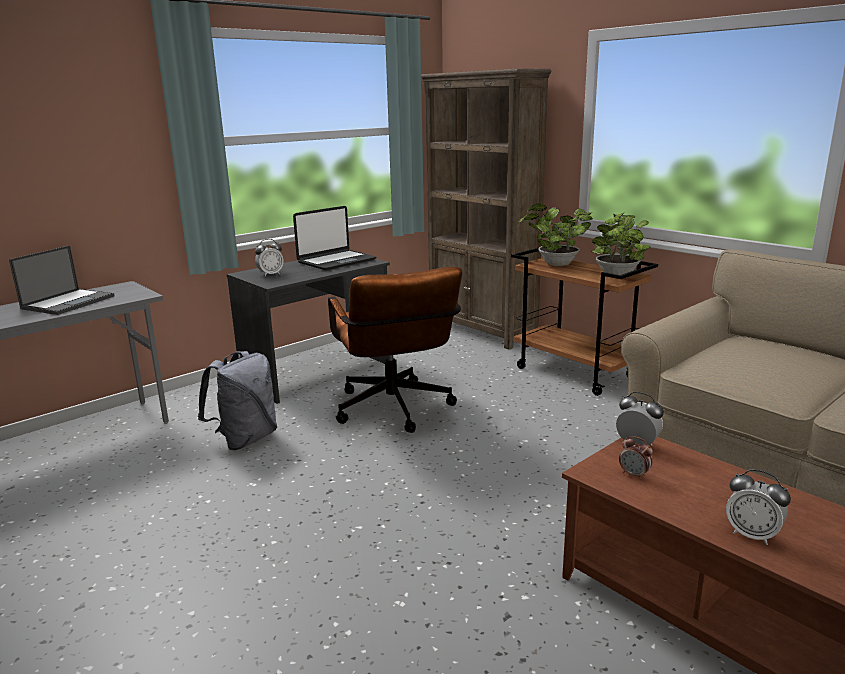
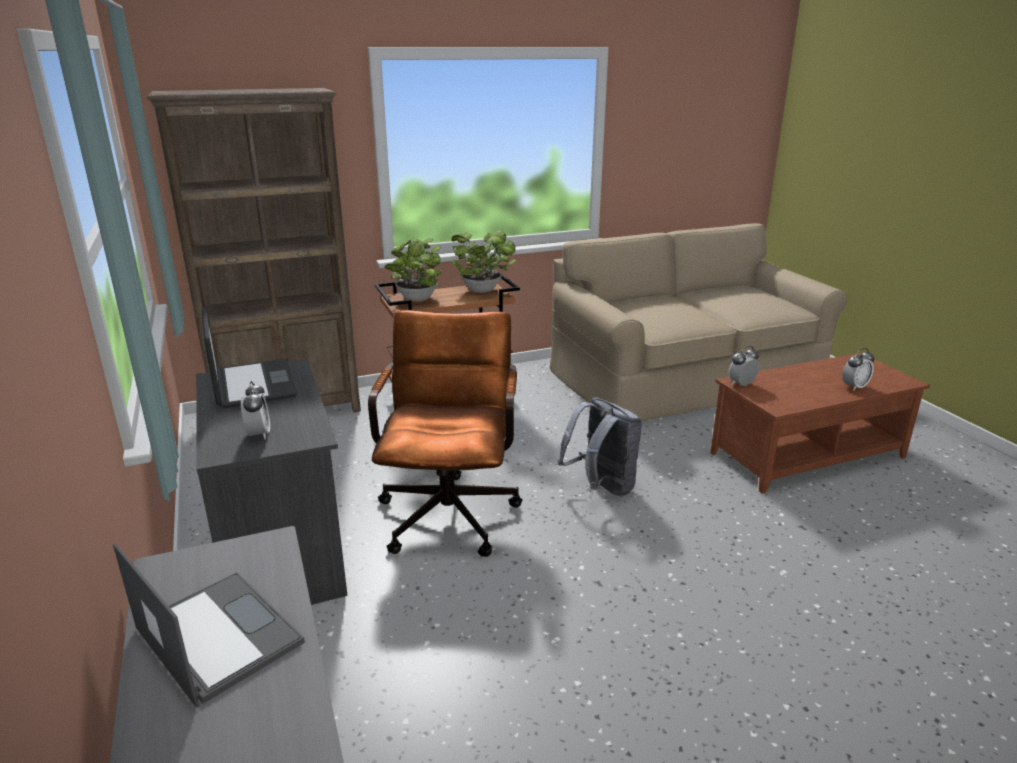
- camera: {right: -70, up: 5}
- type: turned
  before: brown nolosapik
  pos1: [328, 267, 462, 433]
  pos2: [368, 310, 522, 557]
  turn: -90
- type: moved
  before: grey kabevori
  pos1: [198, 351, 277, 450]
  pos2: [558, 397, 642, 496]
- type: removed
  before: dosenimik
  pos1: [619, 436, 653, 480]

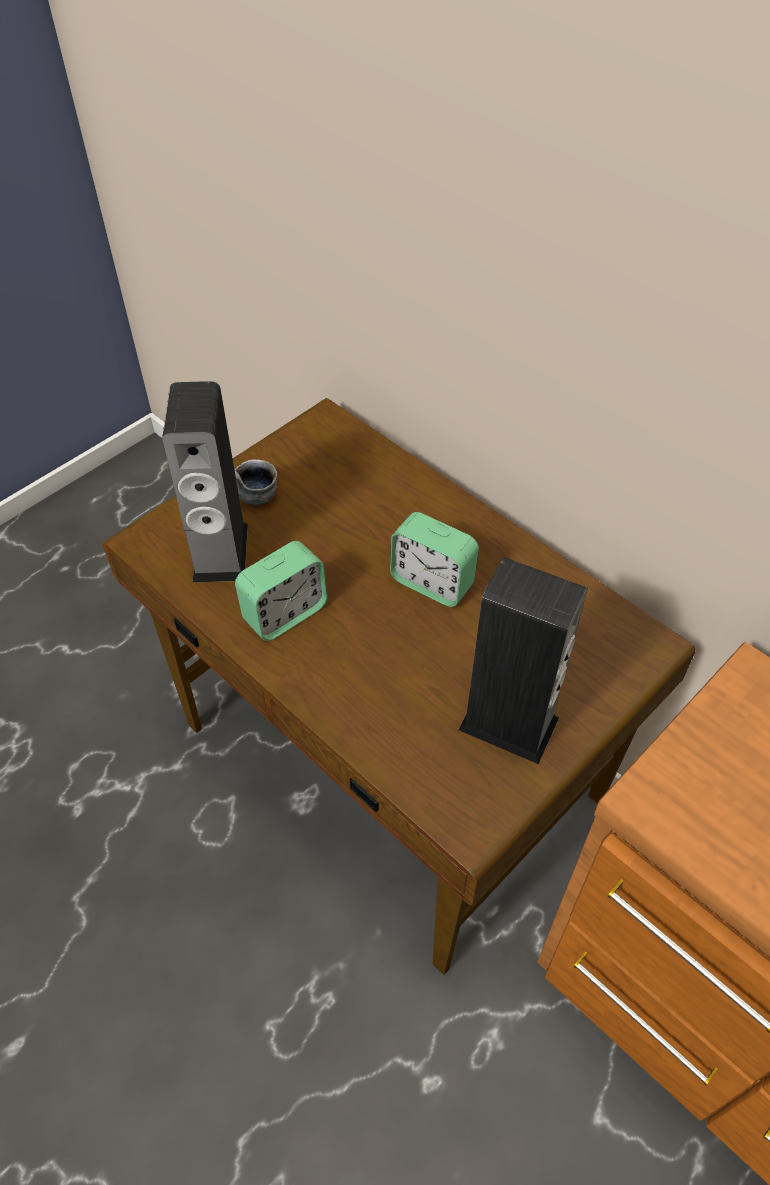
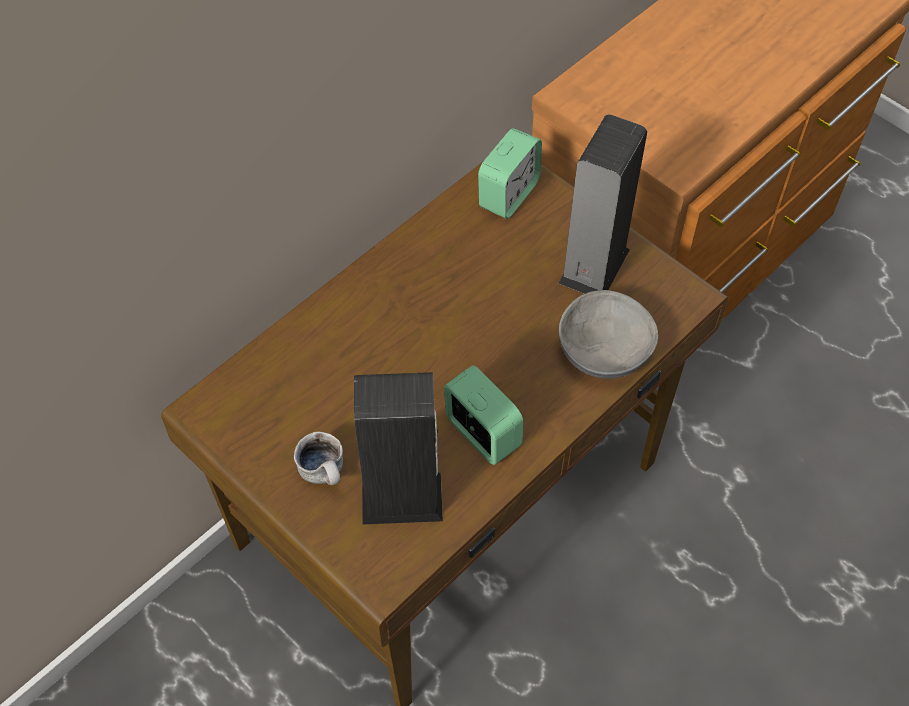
- camera: {right: -90, up: 5}
- type: moved
  before: dosenimik
  pos1: [390, 512, 479, 607]
  pos2: [478, 128, 542, 219]
- type: added
  after: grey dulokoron
  pos2: [559, 290, 658, 379]

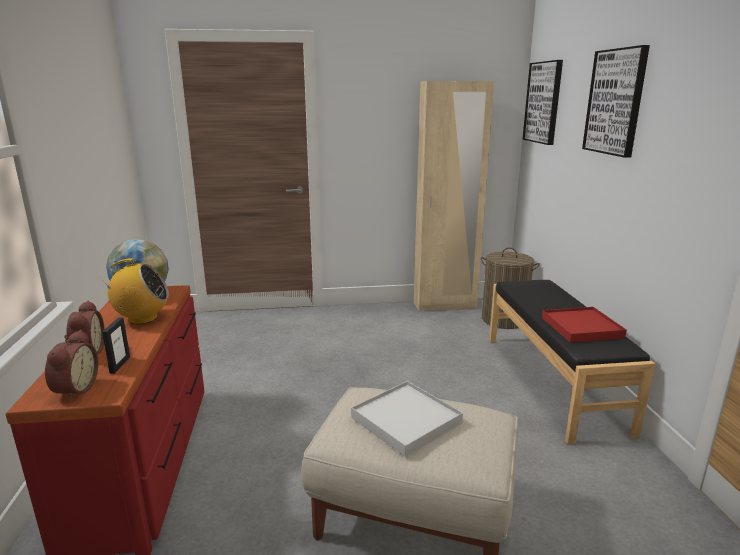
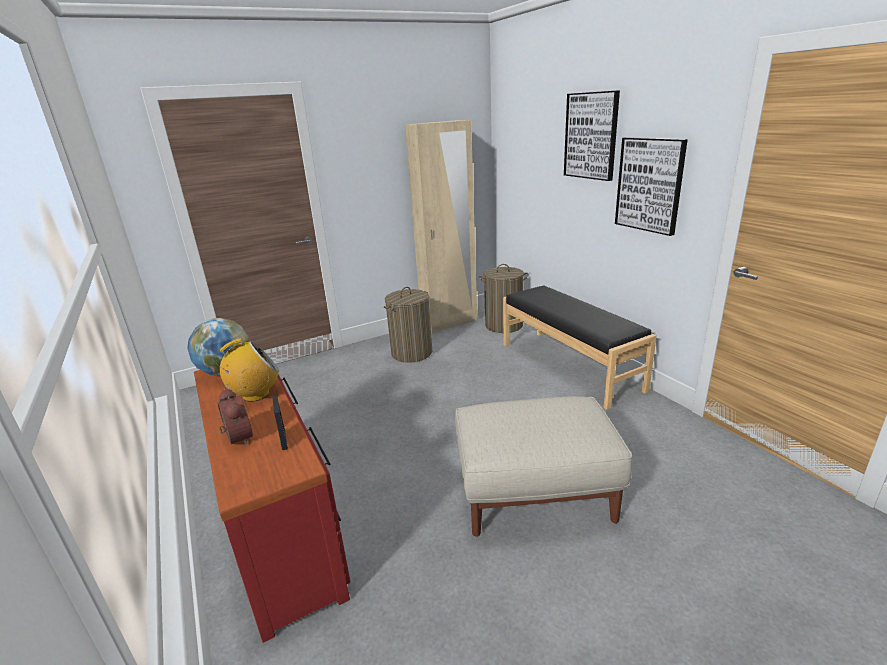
- camera: {right: -20, up: 5}
- type: moved
  before: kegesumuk
  pos1: [522, 60, 563, 145]
  pos2: [615, 137, 688, 236]
- type: removed
  before: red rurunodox
  pos1: [542, 307, 627, 342]
- type: removed
  before: dosenimik
  pos1: [45, 330, 98, 401]
- type: removed
  before: white rurunodox
  pos1: [351, 381, 463, 457]
- type: added
  after: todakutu
  pos2: [384, 287, 432, 363]

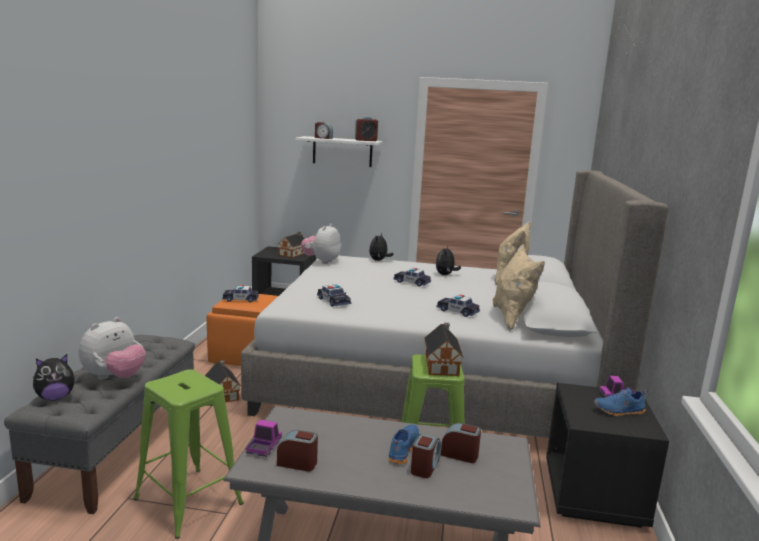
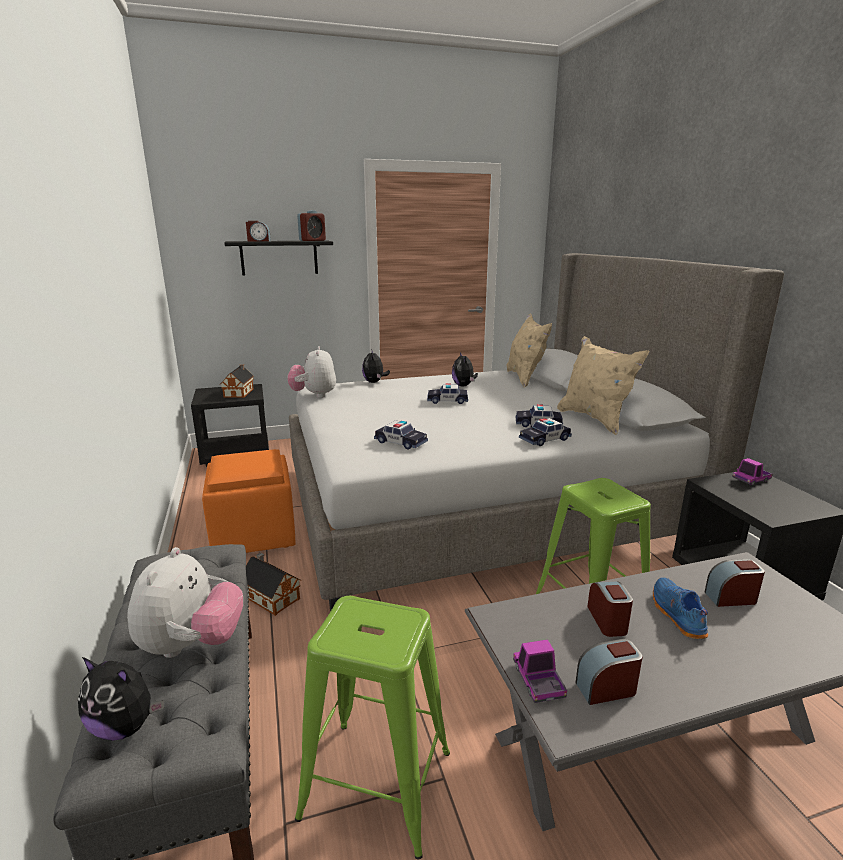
- camera: {right: -25, up: 5}
- type: recoloured
  before: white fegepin
  after: black fegepin
  pos1: [295, 136, 383, 167]
  pos2: [224, 241, 333, 275]
- type: moved
  before: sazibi
  pos1: [222, 285, 259, 303]
  pos2: [519, 418, 572, 446]
- type: removed
  before: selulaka
  pos1: [425, 323, 464, 376]
- type: turned
  before: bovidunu
  pos1: [33, 354, 77, 401]
  pos2: [78, 657, 164, 741]
  turn: 75
- type: removed
  before: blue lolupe
  pos1: [594, 388, 647, 416]
- type: moved
  before: dosenimik
  pos1: [411, 434, 441, 478]
  pos2: [587, 581, 633, 637]

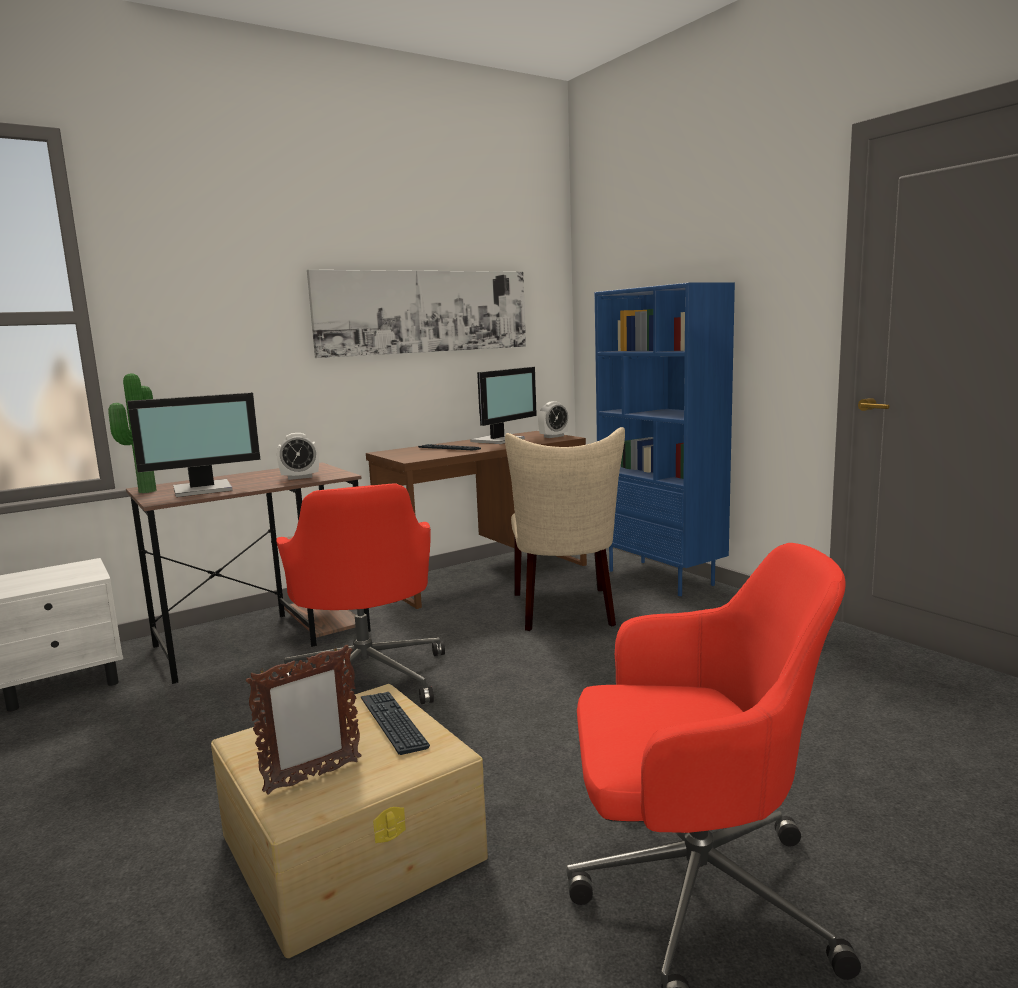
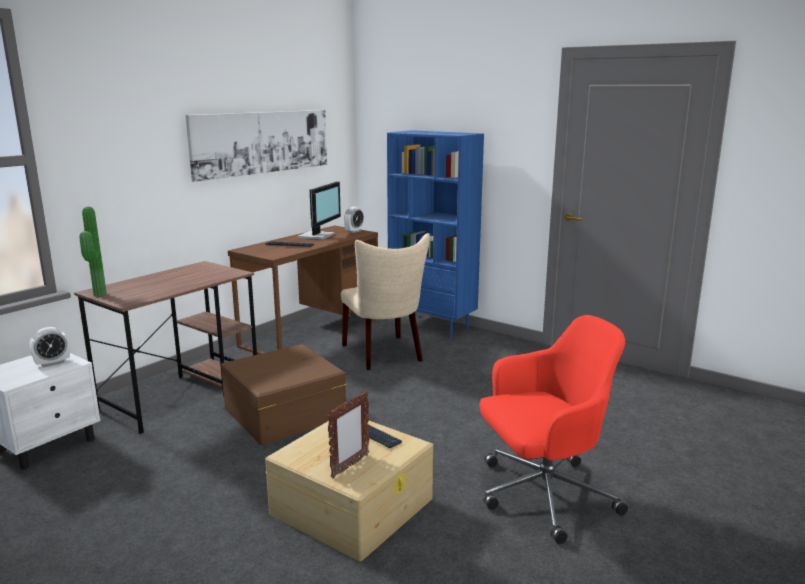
- camera: {right: -20, up: 5}
- type: removed
  before: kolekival
  pos1: [127, 392, 260, 497]
- type: moved
  before: dosenimik
  pos1: [277, 433, 319, 480]
  pos2: [29, 327, 70, 367]
- type: replaced
  before: red nolosapik
  after: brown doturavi
  pos1: [276, 483, 445, 704]
  pos2: [221, 344, 346, 445]

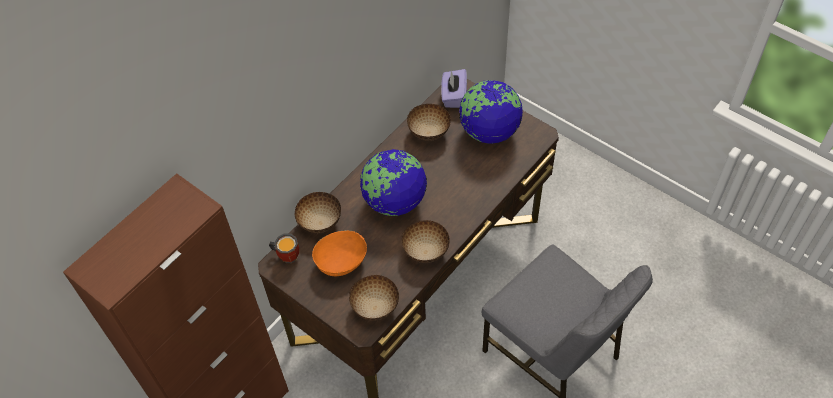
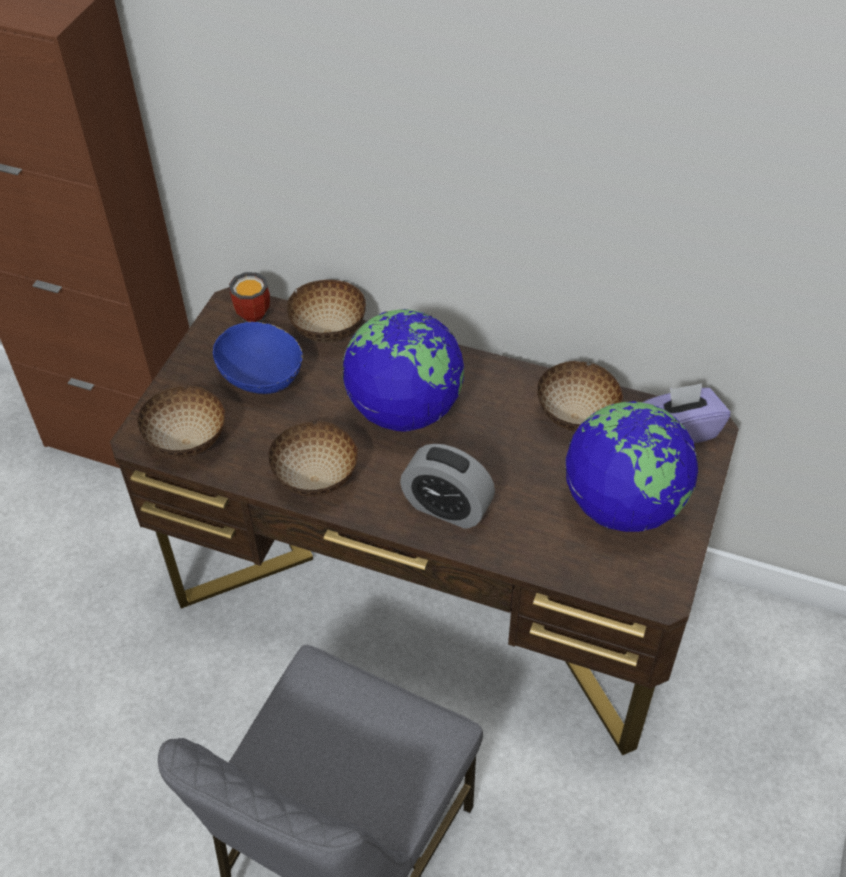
- camera: {right: 70, up: -5}
- type: recoloured
  before: orange dulokoron
  after: blue dulokoron
  pos1: [312, 230, 367, 276]
  pos2: [213, 322, 303, 394]
- type: added
  after: dosenimik
  pos2: [400, 444, 495, 529]

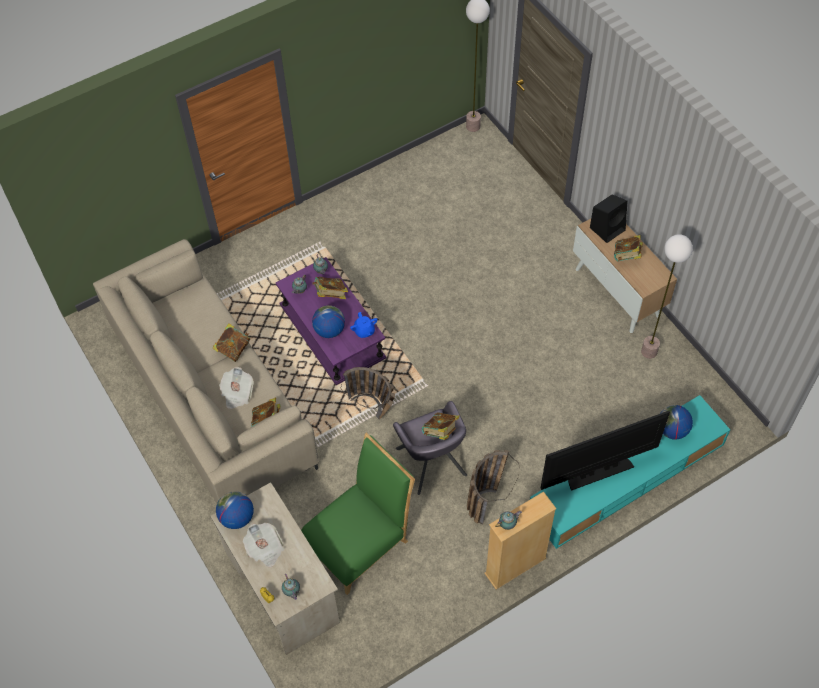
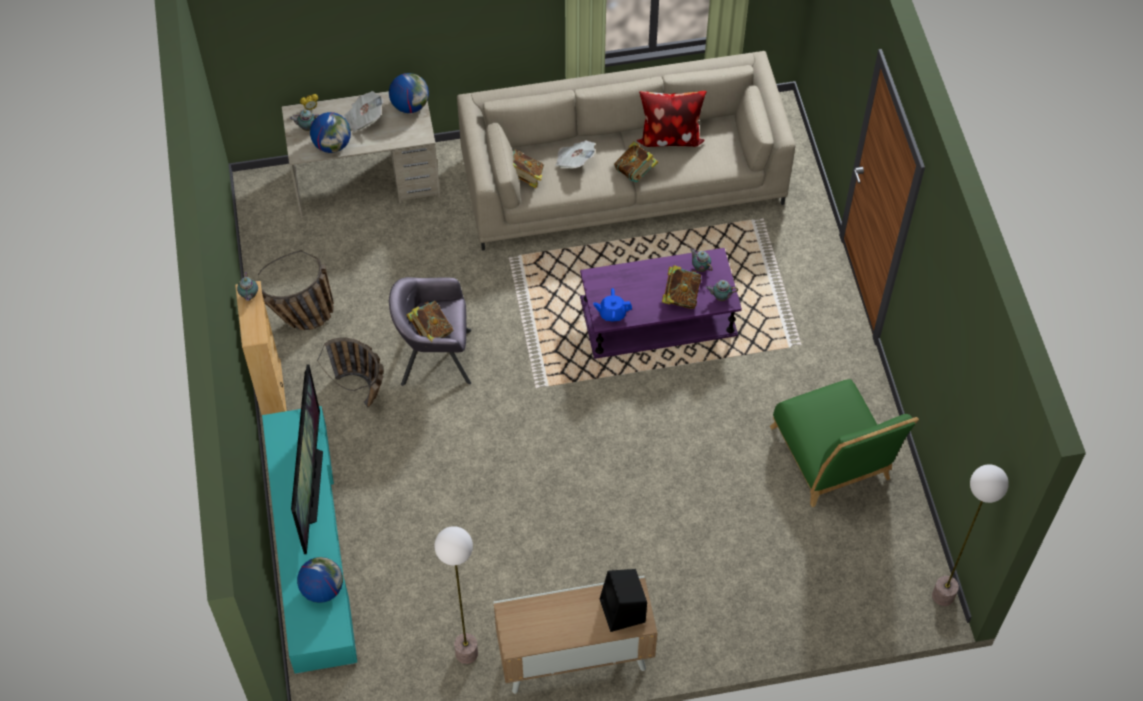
- camera: {right: 110, up: 0}
- type: removed
  before: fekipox
  pos1: [614, 235, 643, 261]
- type: moved
  before: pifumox
  pos1: [312, 305, 345, 338]
  pos2: [310, 112, 351, 153]
- type: moved
  before: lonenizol
  pos1: [341, 367, 395, 419]
  pos2: [258, 250, 334, 330]
- type: moved
  before: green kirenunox
  pos1: [301, 433, 415, 595]
  pos2: [770, 379, 919, 507]
- type: added
  after: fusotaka
  pos2: [637, 91, 707, 147]

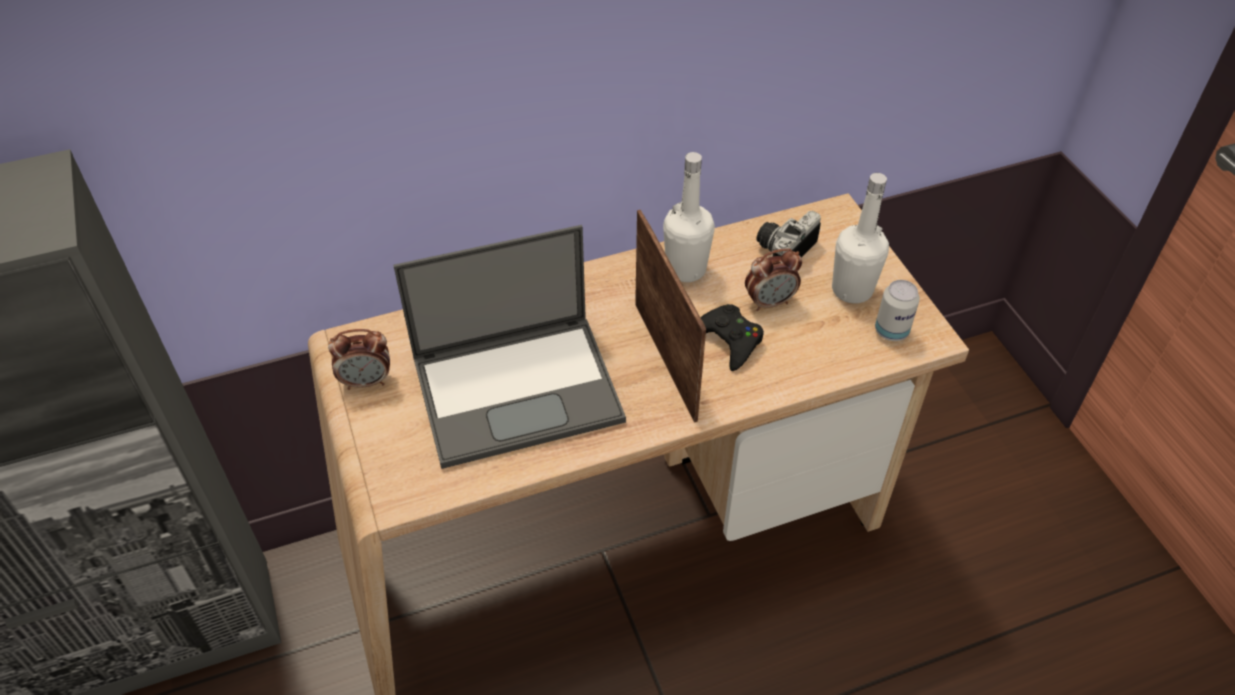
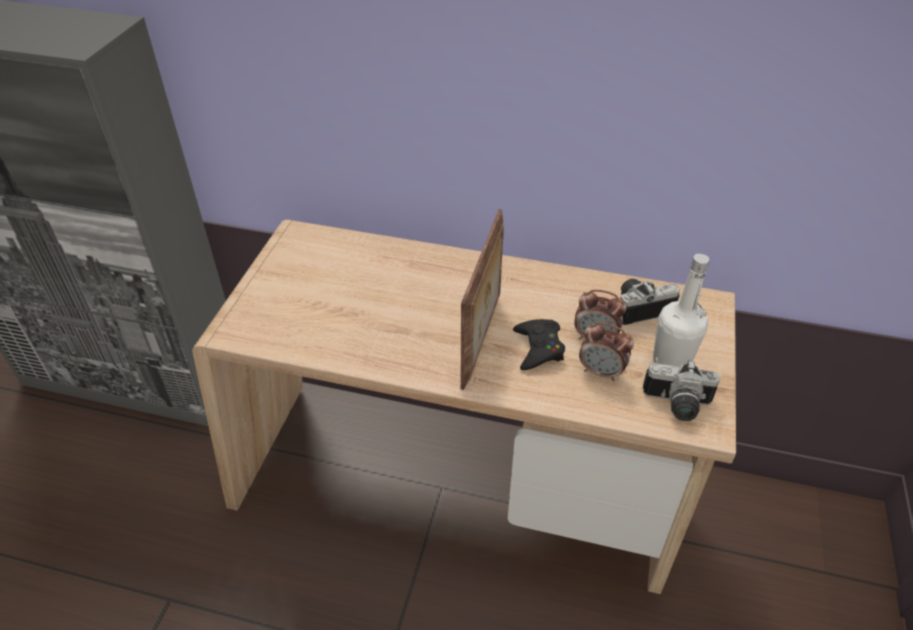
- camera: {right: 35, up: -5}
- type: removed
  before: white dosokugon
  pos1: [663, 152, 715, 282]
- type: removed
  before: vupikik
  pos1: [393, 225, 626, 469]
- type: replaced
  before: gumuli
  after: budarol
  pos1: [875, 280, 920, 341]
  pos2: [643, 360, 720, 421]
- type: moved
  before: dosenimik
  pos1: [328, 329, 390, 390]
  pos2: [579, 322, 634, 381]

